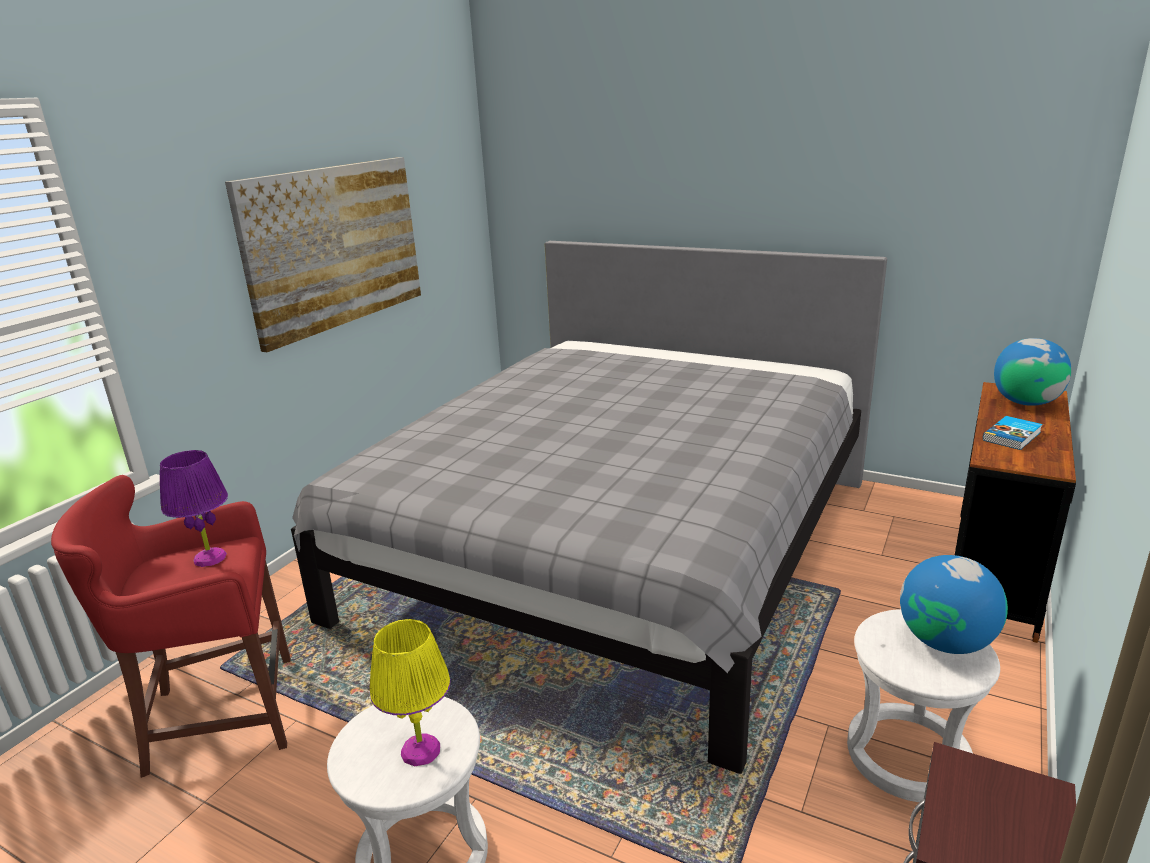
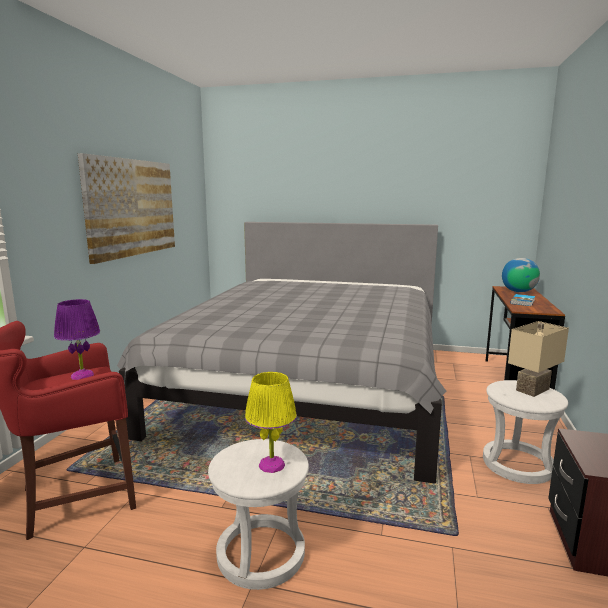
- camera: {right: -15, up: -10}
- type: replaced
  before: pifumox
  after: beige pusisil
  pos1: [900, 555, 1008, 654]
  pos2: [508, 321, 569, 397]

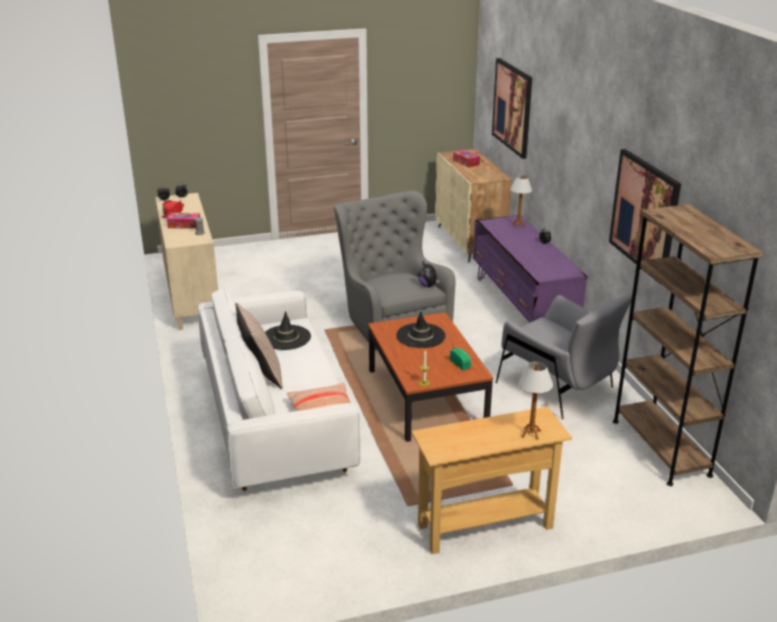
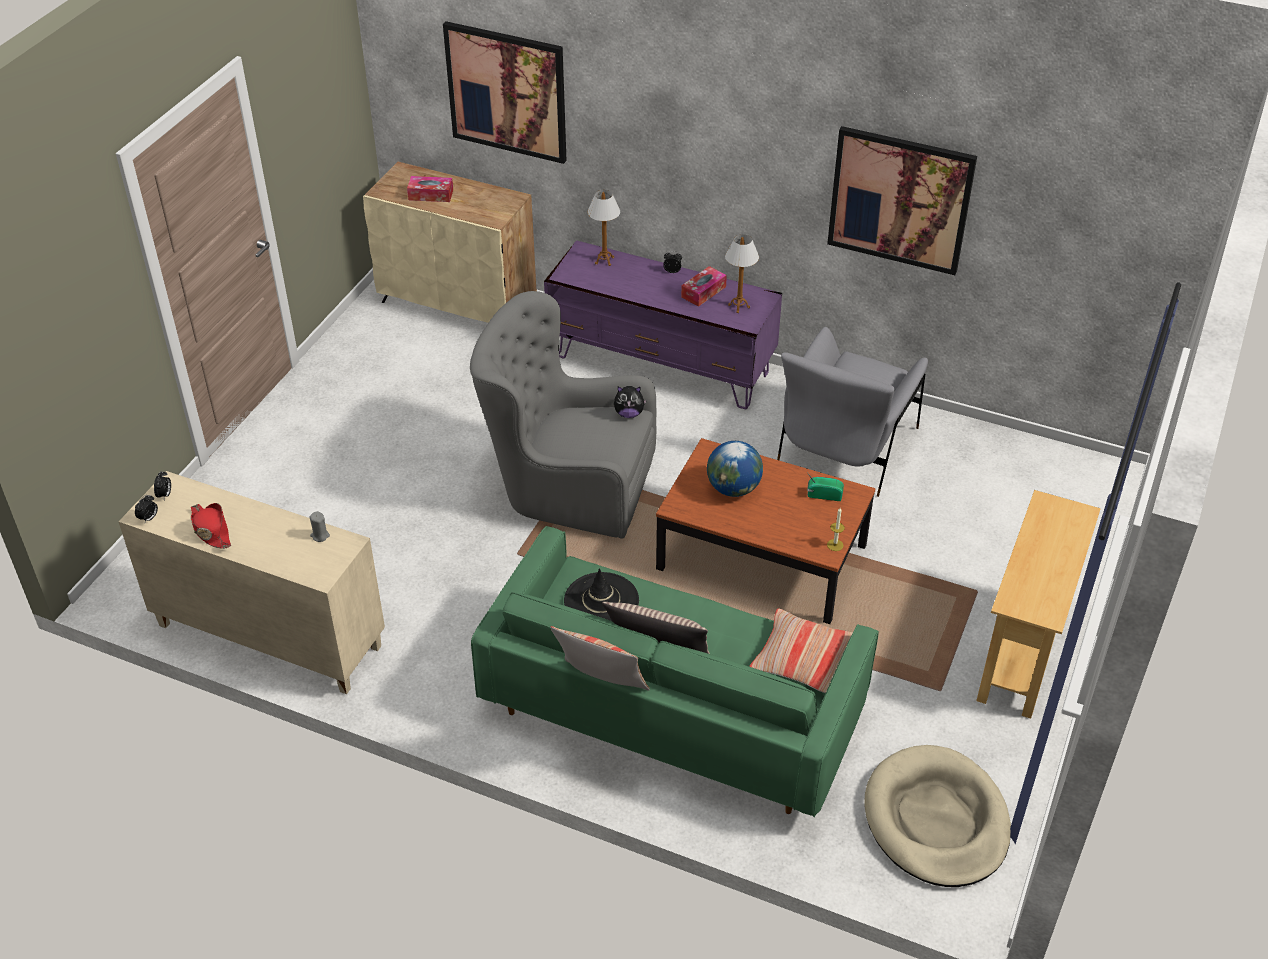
- camera: {right: -50, up: 15}
- type: removed
  before: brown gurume
  pos1: [613, 204, 764, 486]
- type: moved
  before: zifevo
  pos1: [167, 213, 200, 229]
  pos2: [681, 266, 727, 307]
- type: recoloured
  before: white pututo
  after: green pututo
  pos1: [198, 288, 360, 491]
  pos2: [471, 526, 879, 817]
- type: turned
  before: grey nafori
  pos1: [496, 293, 632, 419]
  pos2: [777, 327, 928, 497]
  turn: 120
- type: replaced
  before: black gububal
  after: pifumox
  pos1: [396, 311, 446, 348]
  pos2: [707, 441, 763, 497]
- type: moved
  before: pusisil
  pos1: [519, 361, 553, 440]
  pos2: [725, 234, 759, 313]
- type: added
  after: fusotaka
  pos2: [551, 626, 650, 691]
- type: added
  after: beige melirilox
  pos2: [864, 745, 1011, 887]

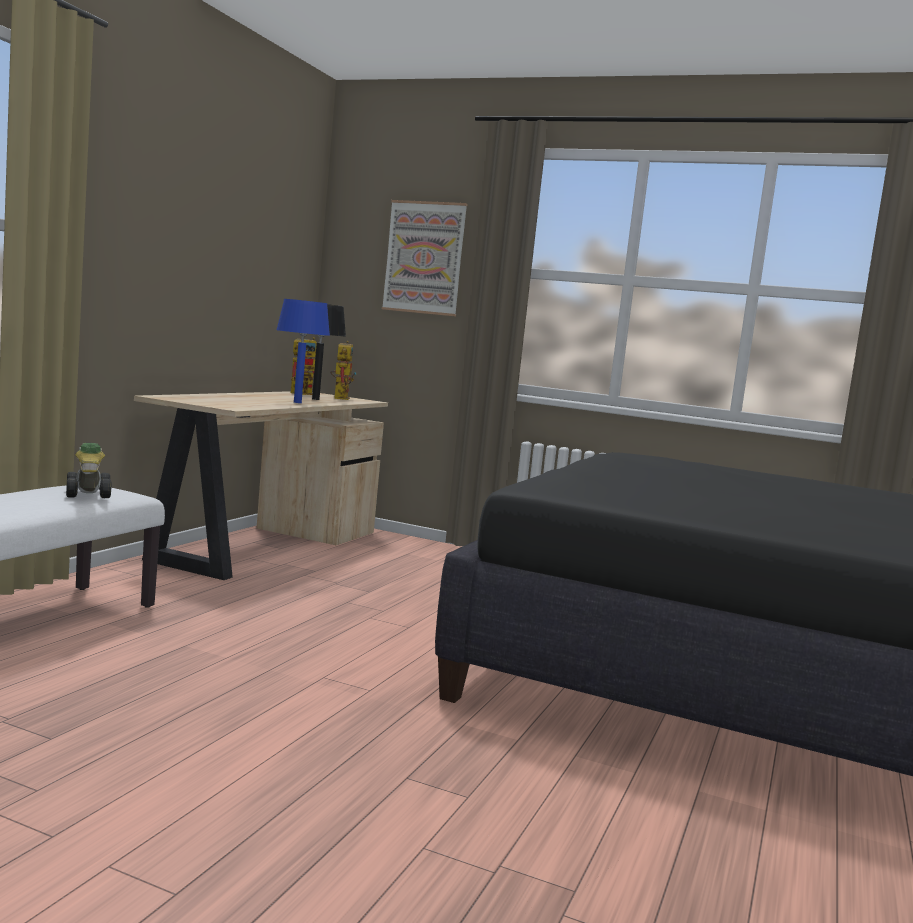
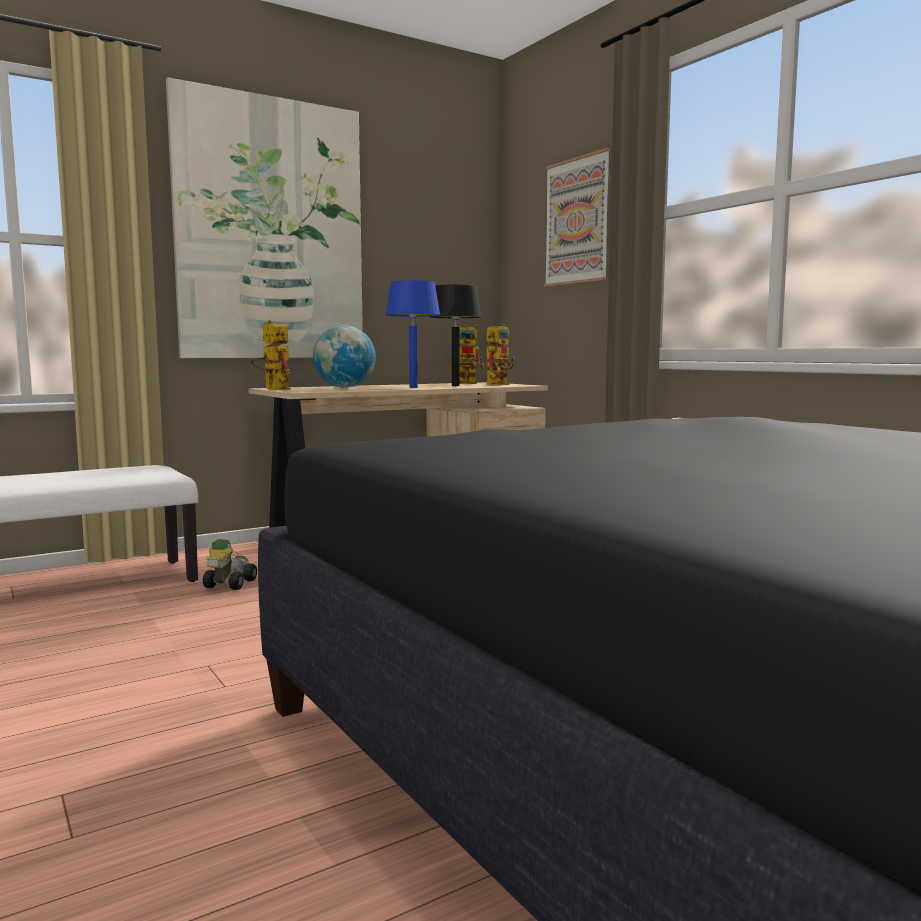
- camera: {right: 35, up: 0}
- type: moved
  before: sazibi
  pos1: [66, 443, 111, 498]
  pos2: [203, 539, 257, 590]
- type: added
  after: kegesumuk
  pos2: [166, 77, 363, 358]
- type: added
  after: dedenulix
  pos2: [251, 320, 291, 390]
- type: added
  after: pifumox
  pos2: [313, 325, 376, 388]

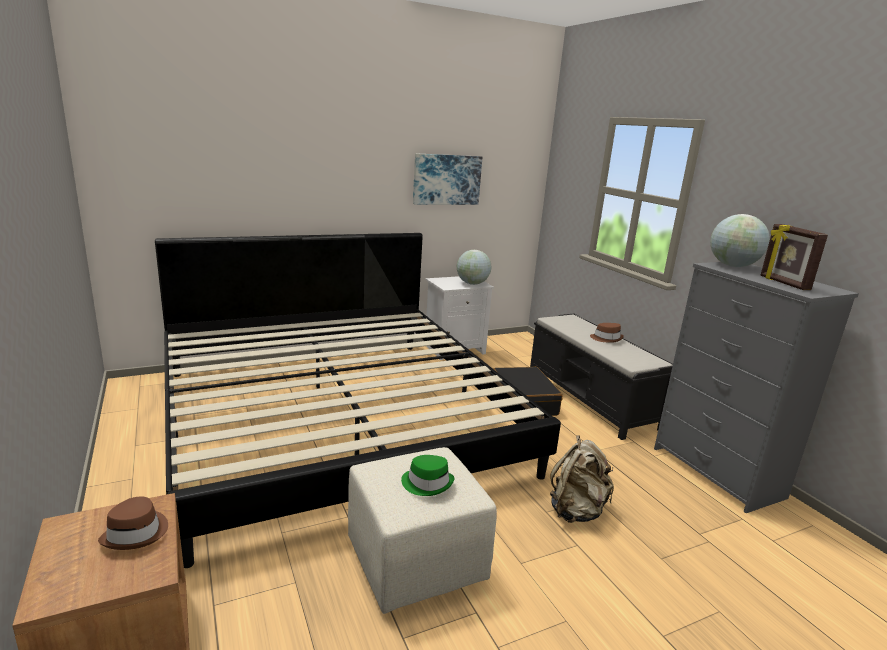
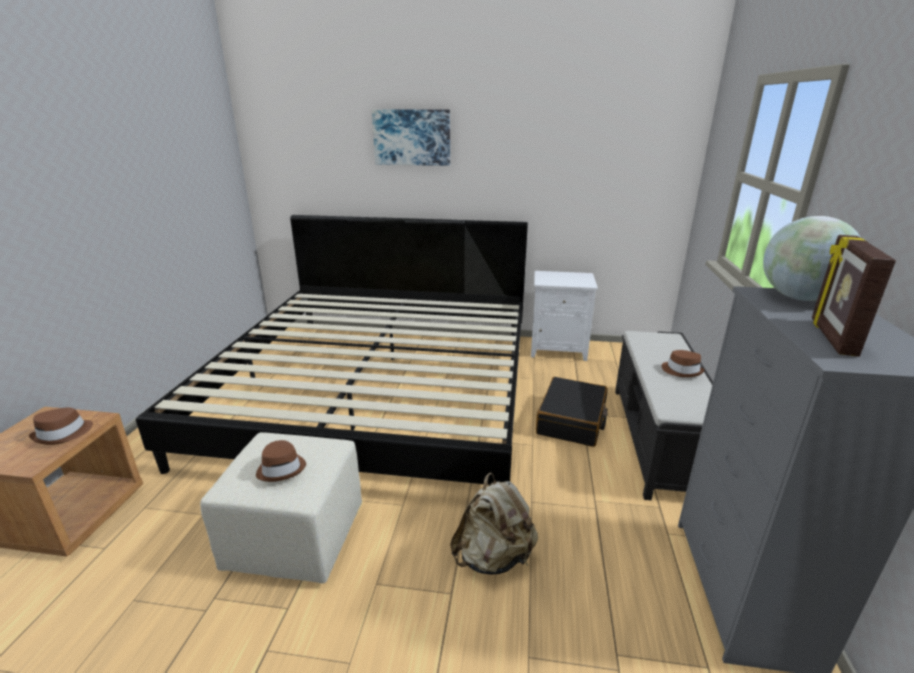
- camera: {right: 35, up: 5}
- type: moved
  before: kegesumuk
  pos1: [413, 153, 482, 205]
  pos2: [372, 109, 450, 166]
- type: removed
  before: pifumox
  pos1: [457, 250, 491, 285]
- type: recoloured
  before: green gububal
  after: brown gububal
  pos1: [401, 455, 455, 496]
  pos2: [256, 440, 306, 482]

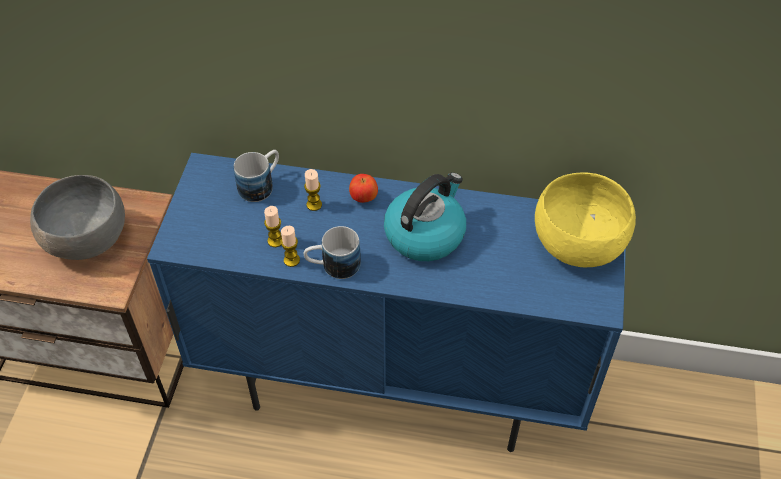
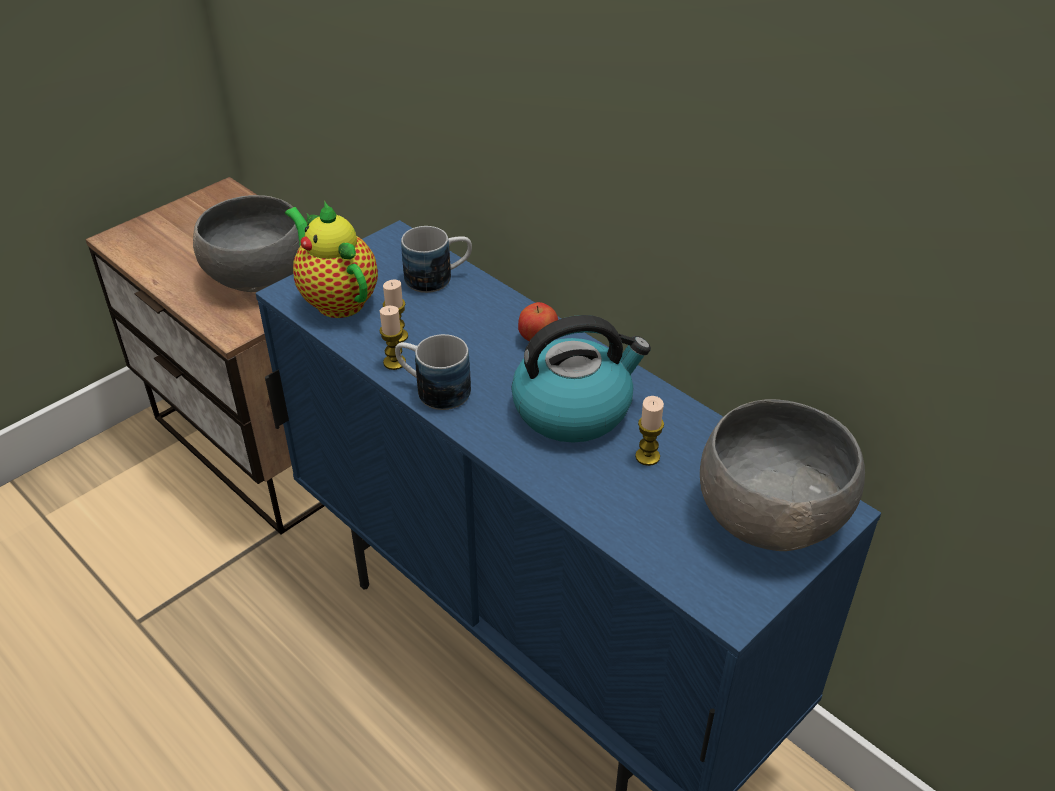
- camera: {right: 35, up: -10}
- type: moved
  before: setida
  pos1: [304, 169, 322, 211]
  pos2: [635, 396, 664, 466]
- type: recoloured
  before: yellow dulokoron
  after: grey dulokoron
  pos1: [535, 173, 636, 267]
  pos2: [700, 399, 865, 551]
- type: added
  after: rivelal
  pos2: [285, 201, 378, 318]

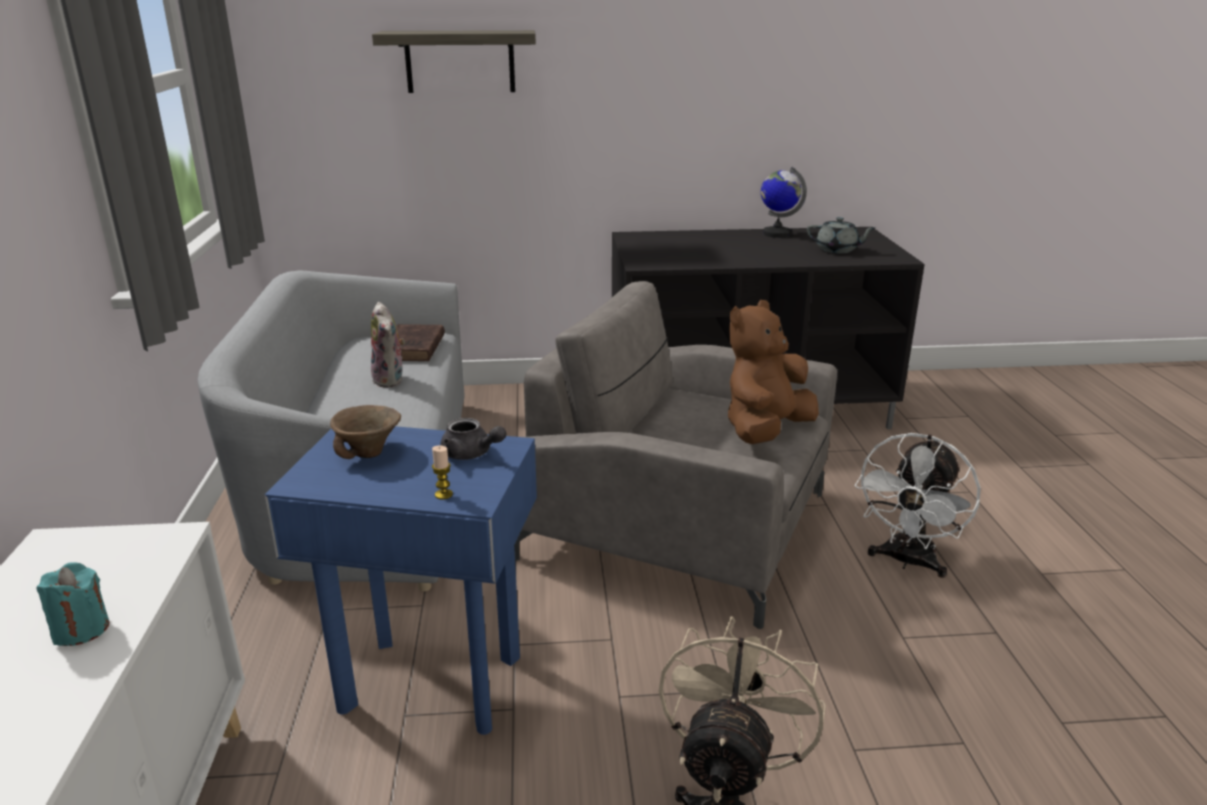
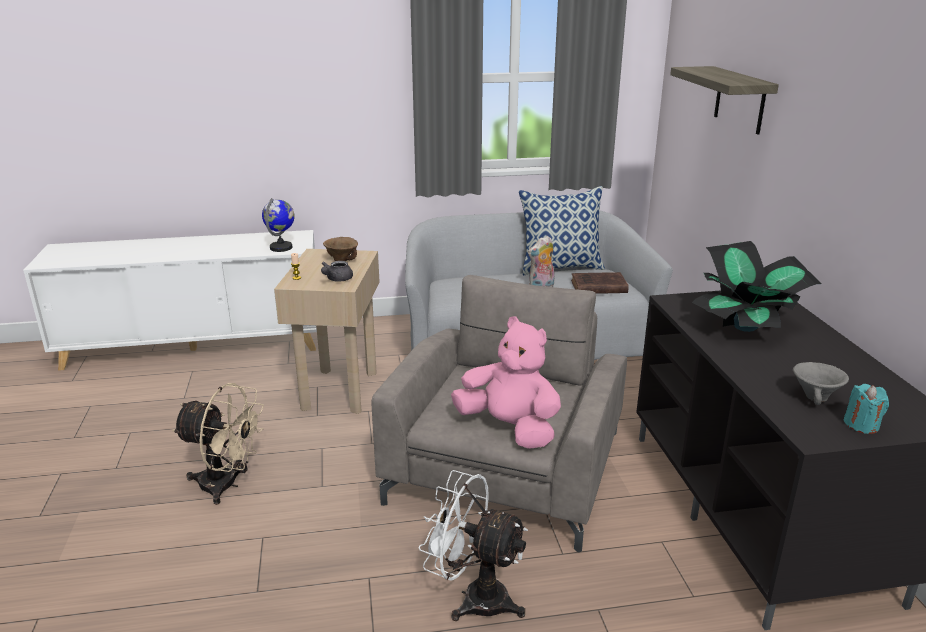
- camera: {right: 85, up: 0}
- type: moved
  before: pifumox
  pos1: [761, 167, 807, 238]
  pos2: [262, 198, 294, 252]
- type: replaced
  before: grey rivelal
  after: grey dulokoron
  pos1: [807, 217, 875, 253]
  pos2: [793, 362, 849, 405]
- type: recoloured
  before: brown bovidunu
  after: pink bovidunu
  pos1: [728, 300, 819, 444]
  pos2: [451, 316, 561, 449]
- type: recoloured
  before: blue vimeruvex
  after: beige vimeruvex
  pos1: [265, 426, 537, 735]
  pos2: [274, 249, 380, 414]
- type: moved
  before: turquoise setida
  pos1: [37, 562, 109, 646]
  pos2: [843, 384, 889, 434]
- type: added
  after: fusotaka
  pos2: [519, 186, 605, 275]
- type: added
  after: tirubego
  pos2: [692, 241, 822, 332]

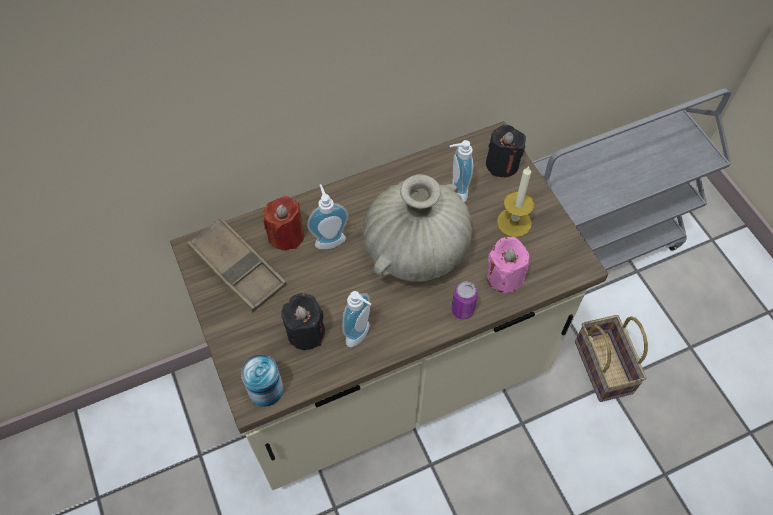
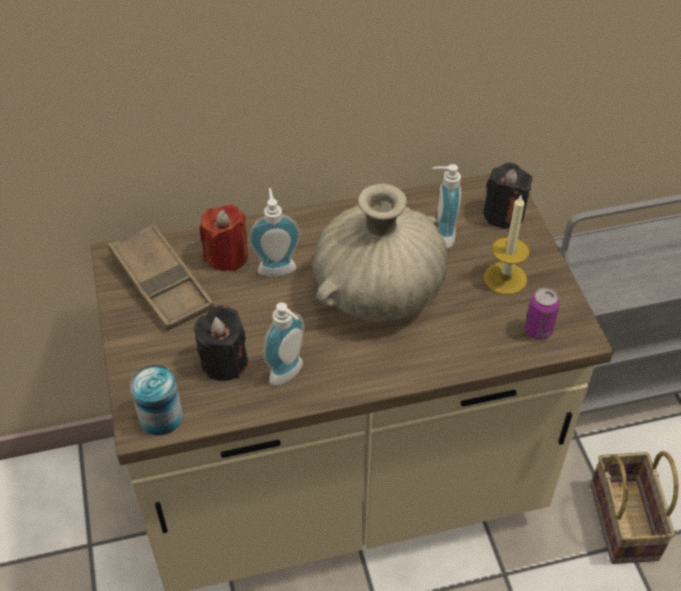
- camera: {right: 10, up: -10}
- type: removed
  before: pink setida
  pos1: [487, 237, 529, 293]
- type: moved
  before: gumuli
  pos1: [451, 281, 478, 319]
  pos2: [525, 287, 560, 340]

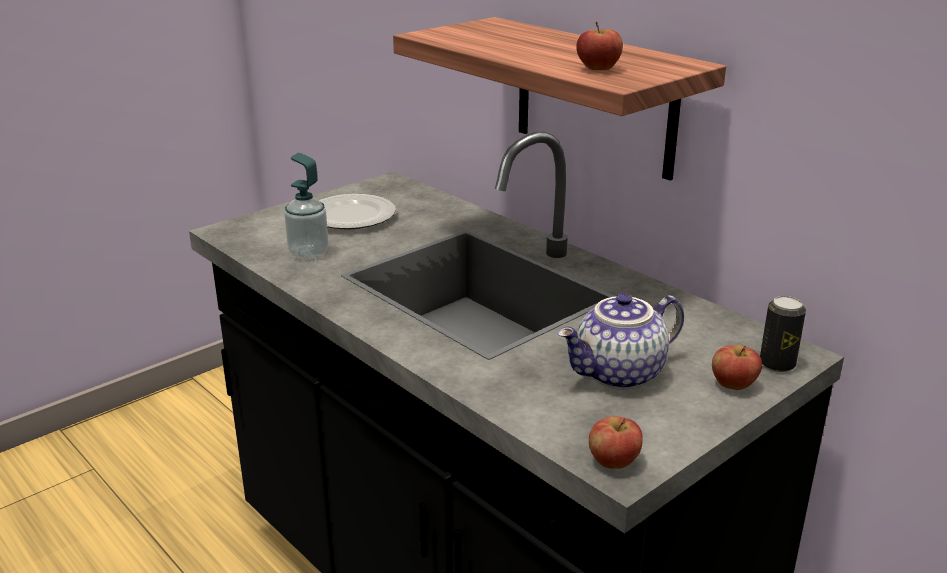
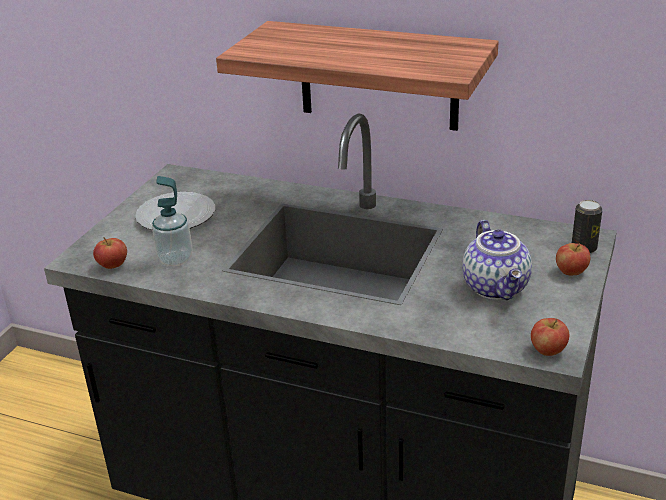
- camera: {right: -25, up: 5}
- type: moved
  before: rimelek
  pos1: [576, 22, 623, 70]
  pos2: [93, 237, 127, 269]
- type: turned
  before: rivelal
  pos1: [558, 293, 684, 390]
  pos2: [462, 220, 532, 300]
  turn: -45

